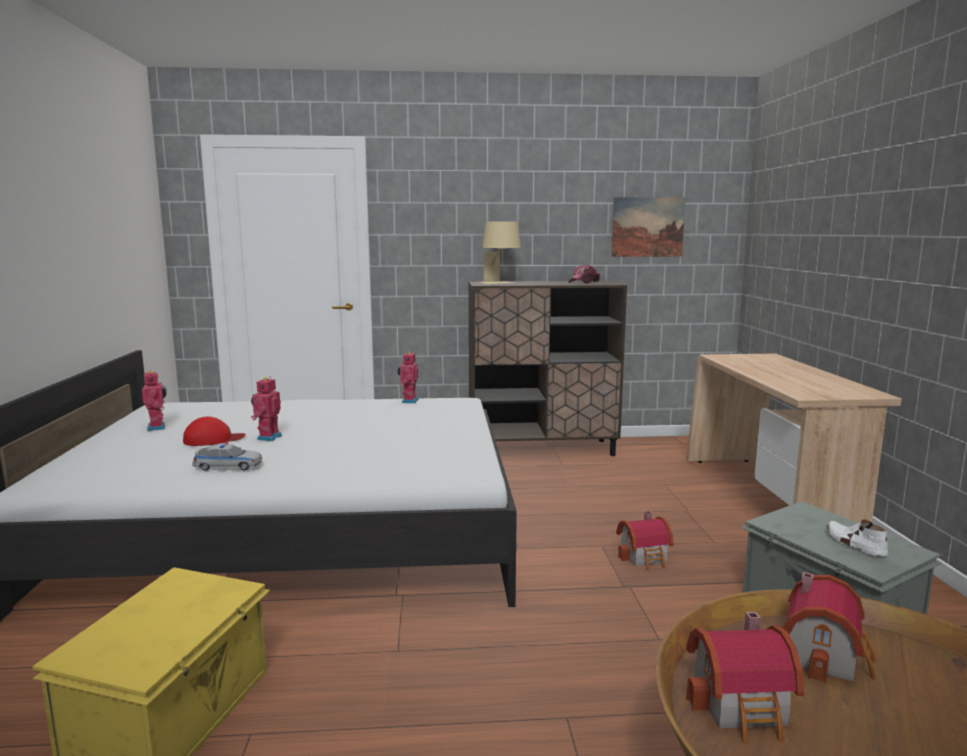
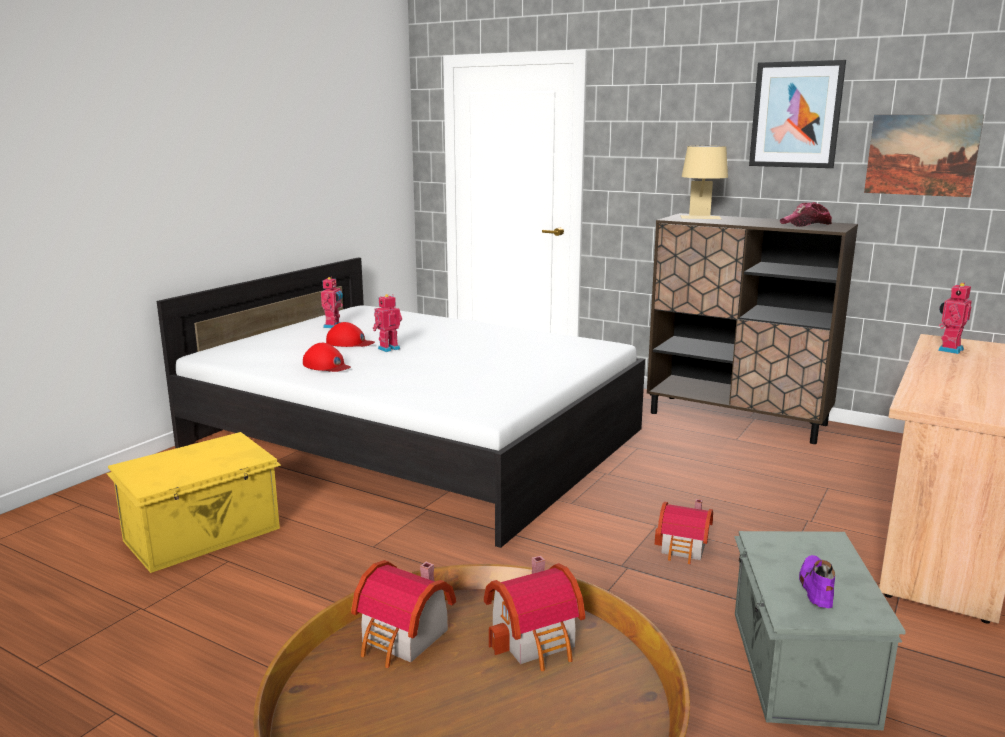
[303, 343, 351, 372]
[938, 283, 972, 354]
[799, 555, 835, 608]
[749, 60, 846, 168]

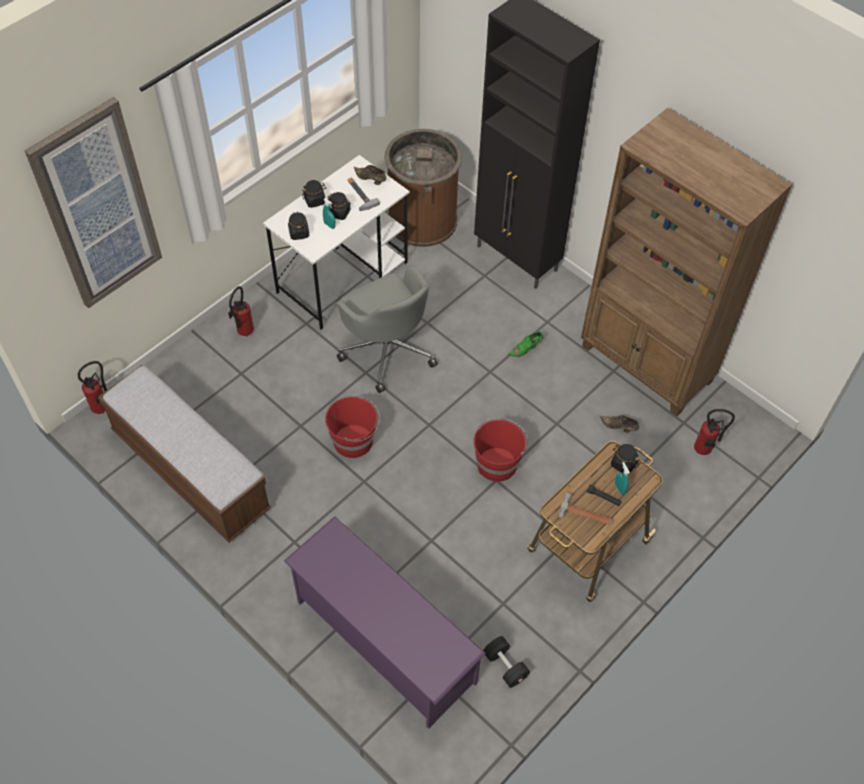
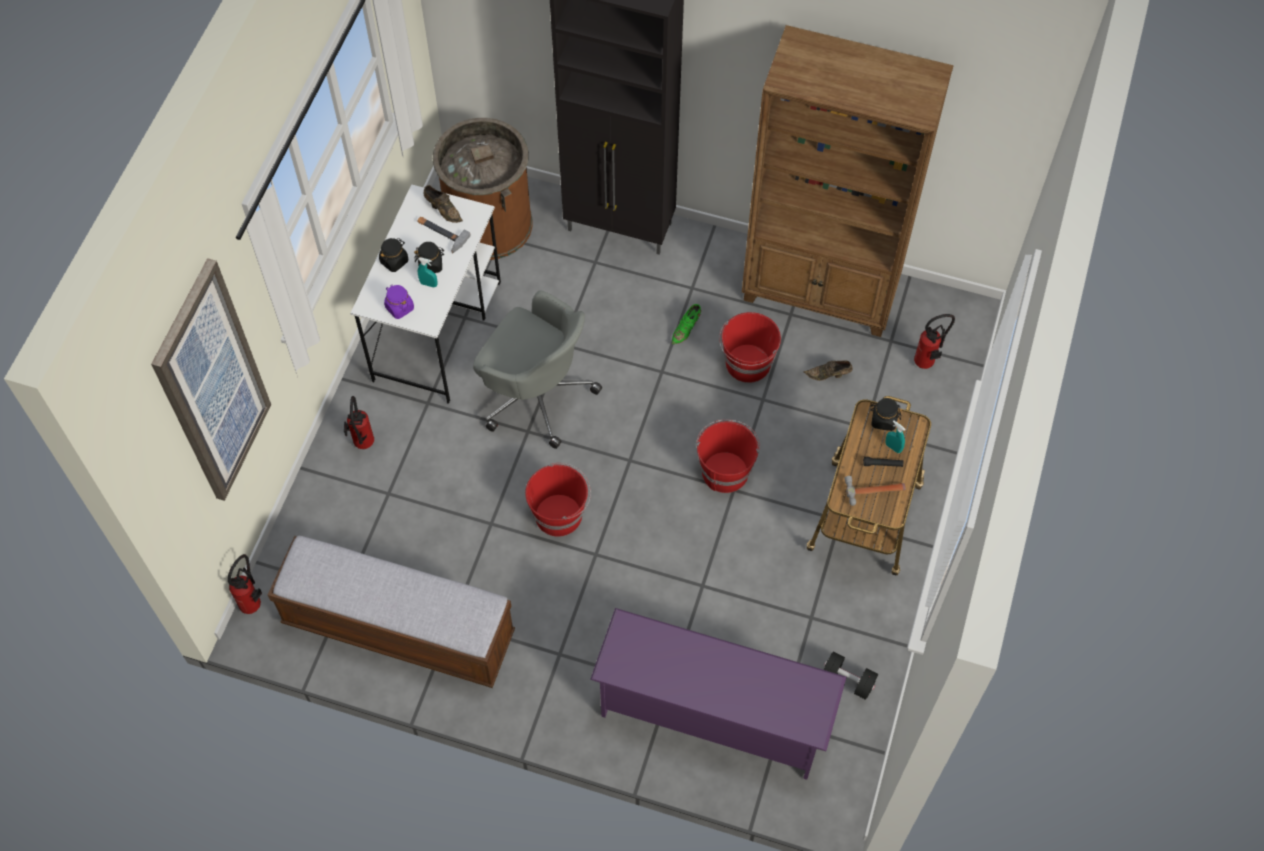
[384, 284, 414, 319]
[424, 185, 463, 223]
[719, 312, 781, 383]

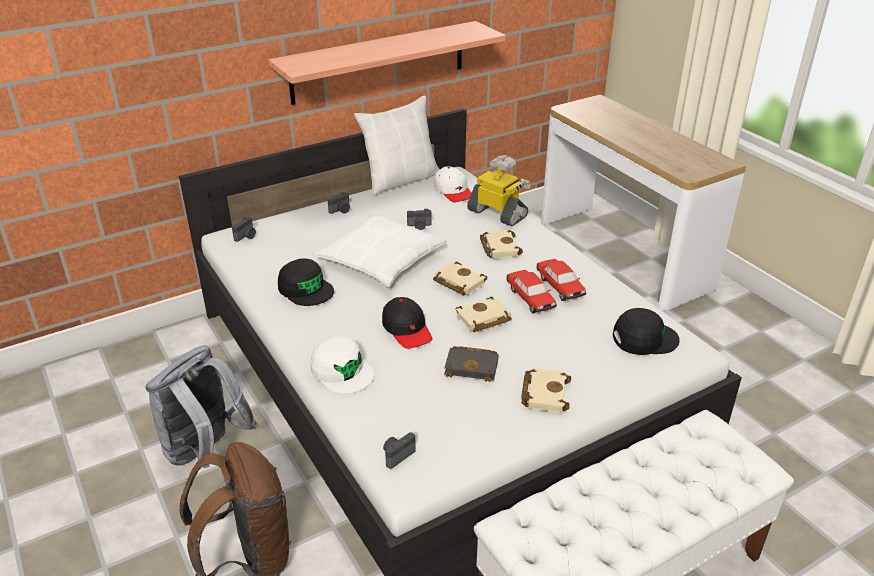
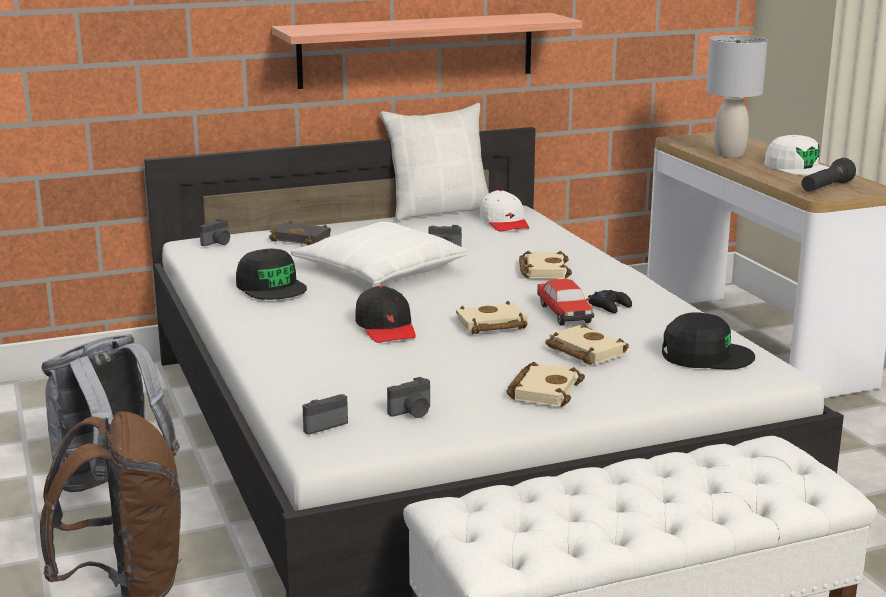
[764, 135, 829, 175]
[387, 377, 430, 418]
[545, 324, 629, 365]
[269, 220, 331, 245]
[467, 155, 531, 226] (first image)
[588, 290, 632, 313]
[706, 35, 768, 158]
[801, 158, 856, 192]

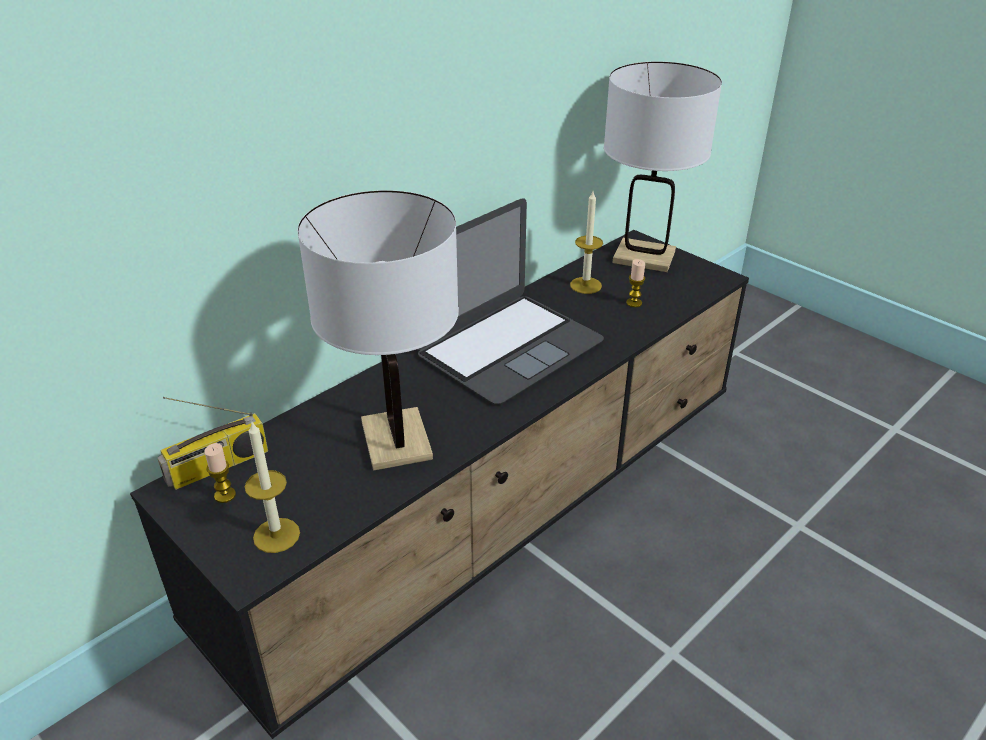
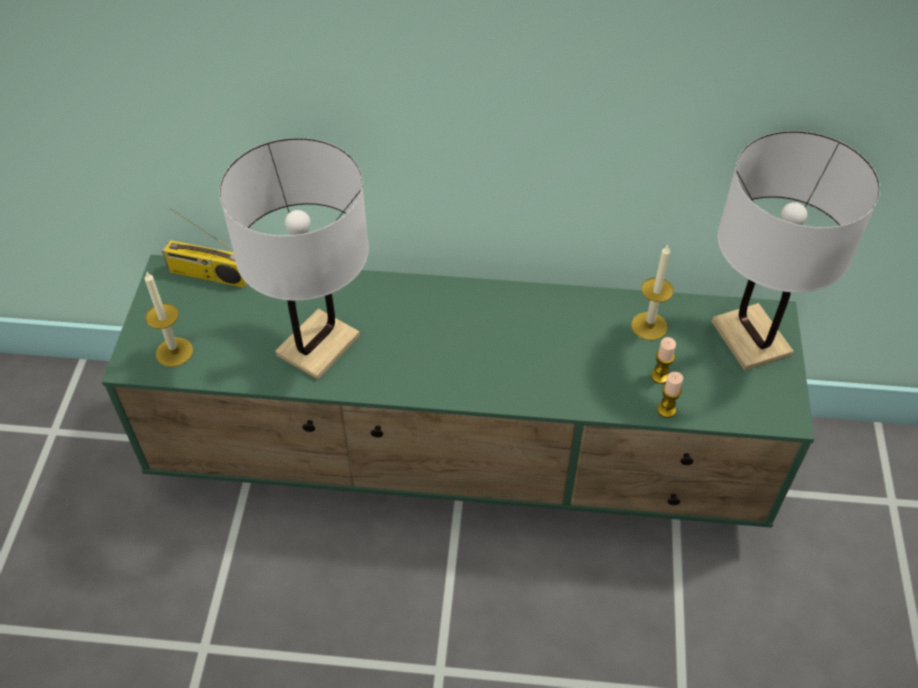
[102, 255, 815, 528]
[657, 372, 683, 418]
[416, 198, 604, 405] (first image)

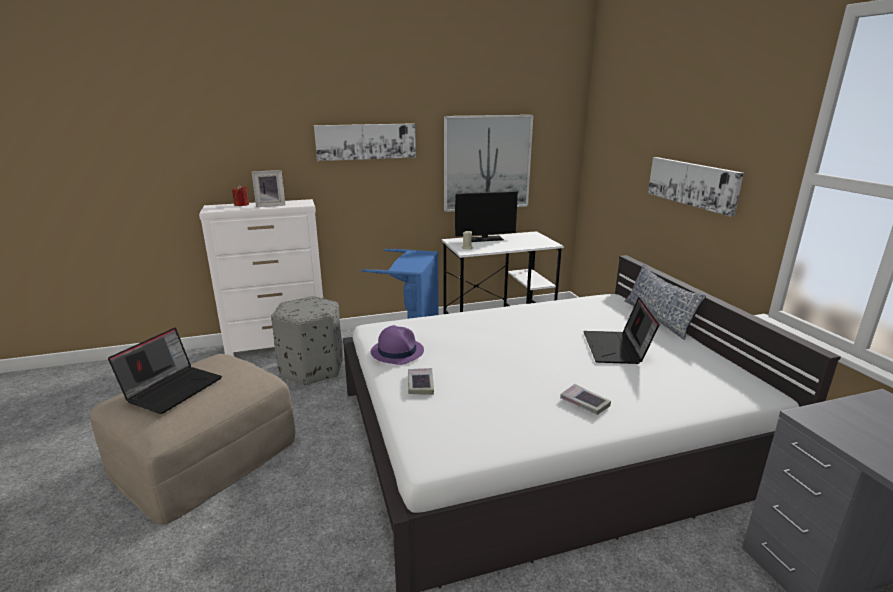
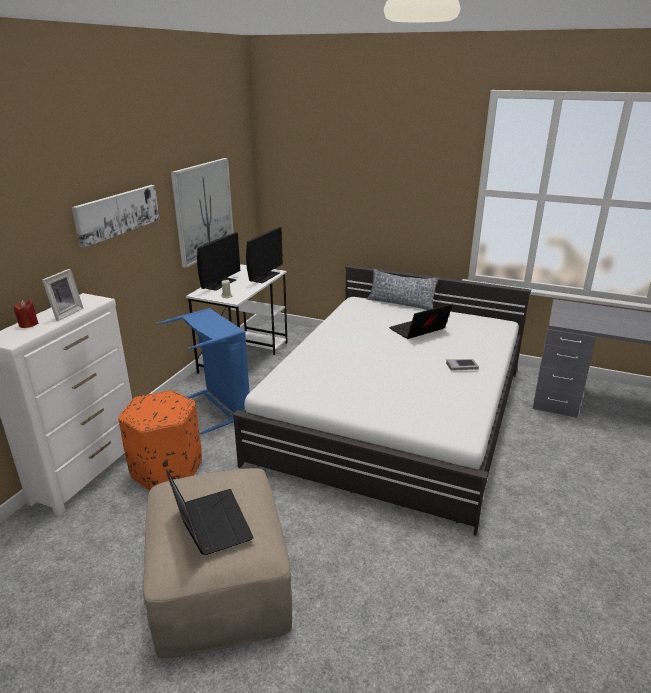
[118, 390, 202, 491]
[371, 325, 424, 365] (first image)
[408, 368, 434, 395] (first image)
[389, 304, 453, 339]
[648, 157, 744, 217] (first image)
[246, 227, 283, 283]

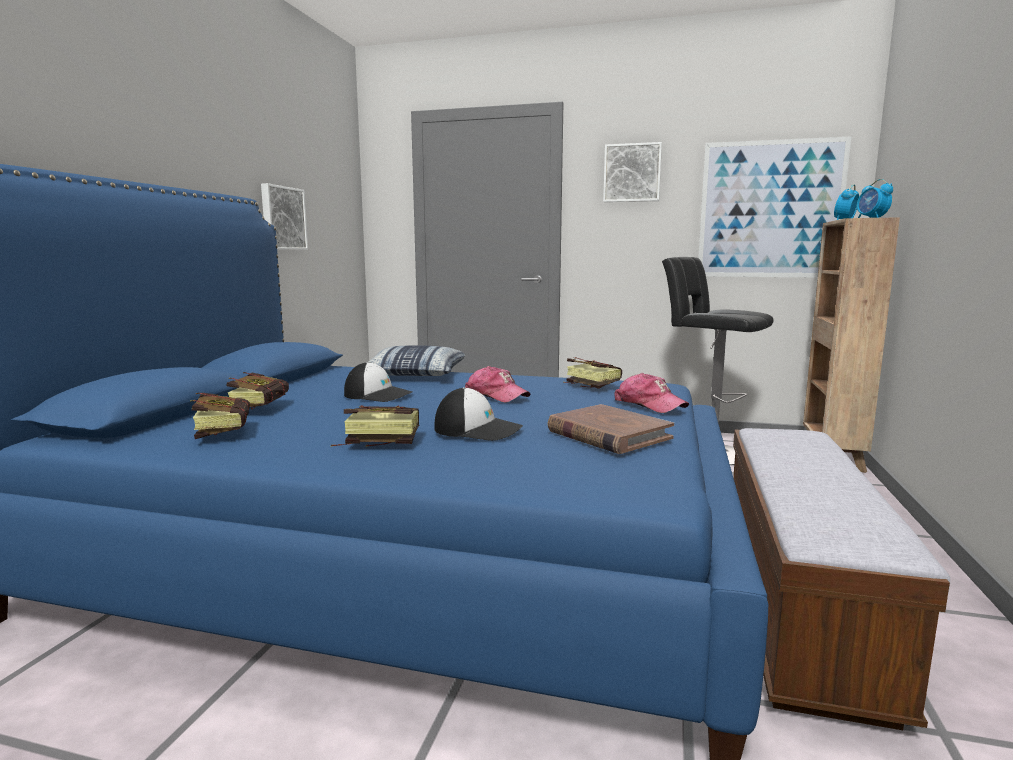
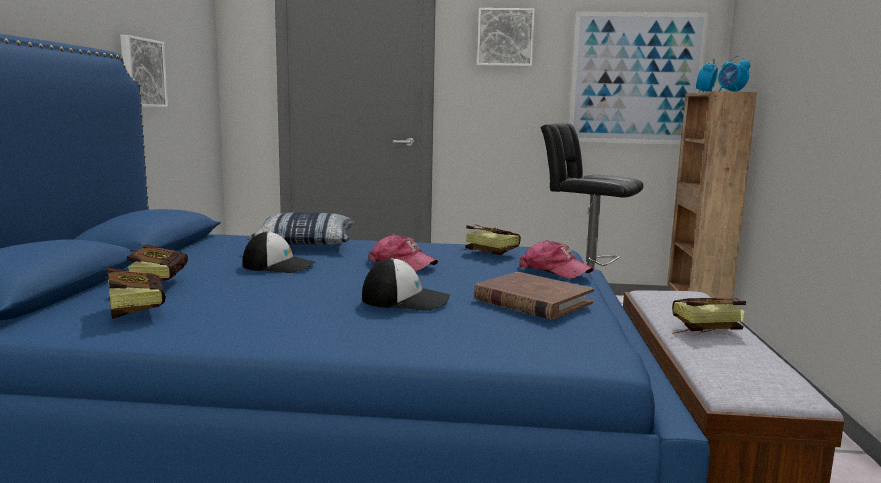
[672, 298, 746, 334]

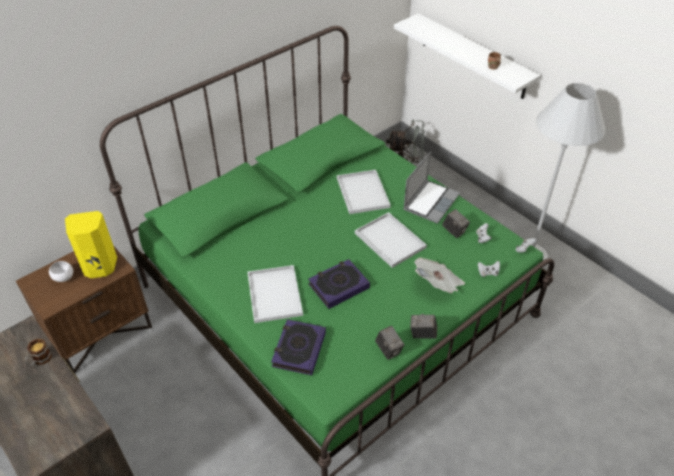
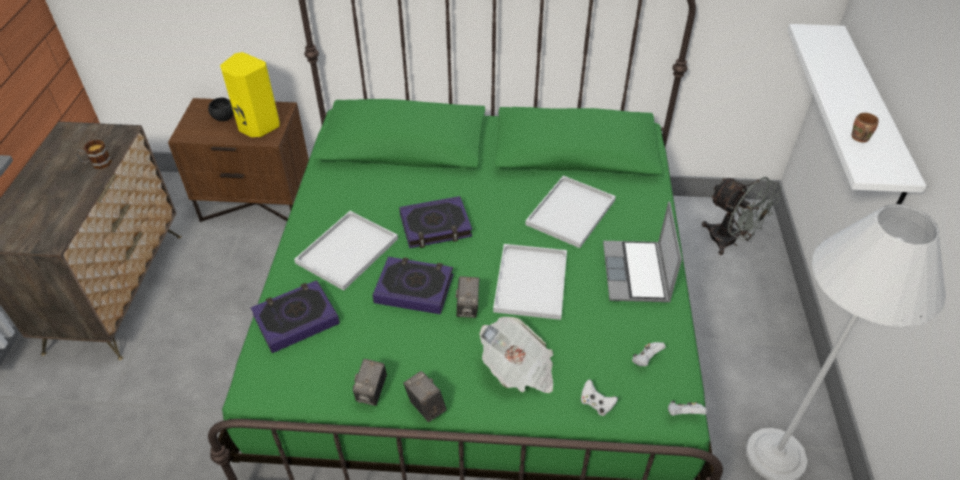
[208, 98, 234, 121]
[603, 201, 682, 302]
[456, 276, 479, 318]
[399, 196, 472, 248]

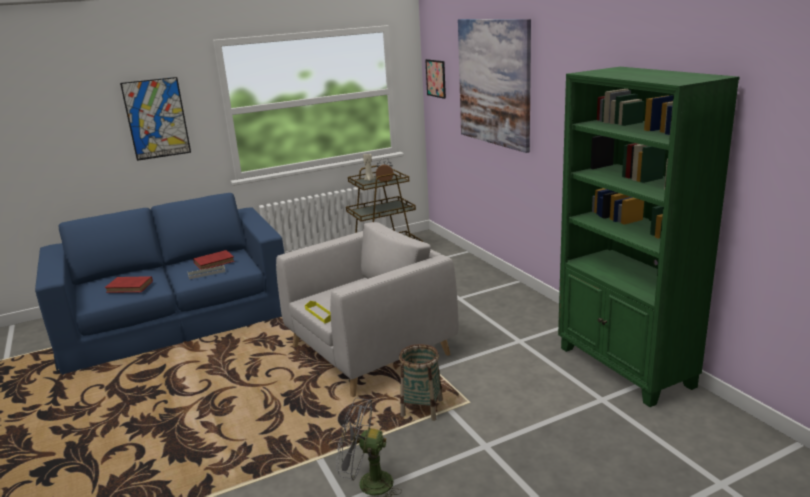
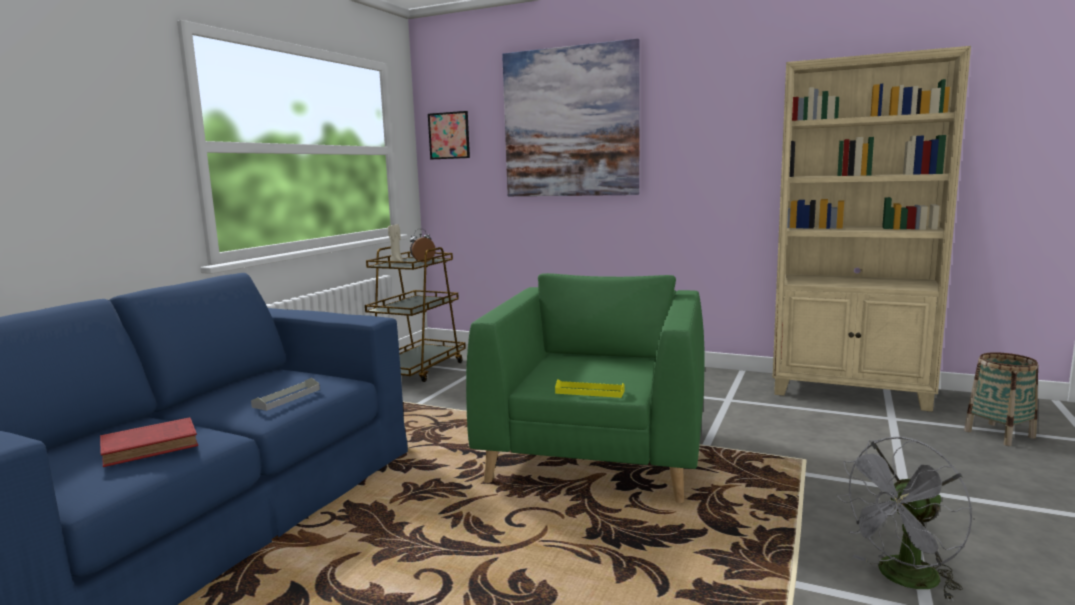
[120, 77, 191, 161] (first image)
[193, 250, 235, 270] (first image)
[466, 273, 704, 503]
[964, 352, 1038, 446]
[773, 46, 971, 412]

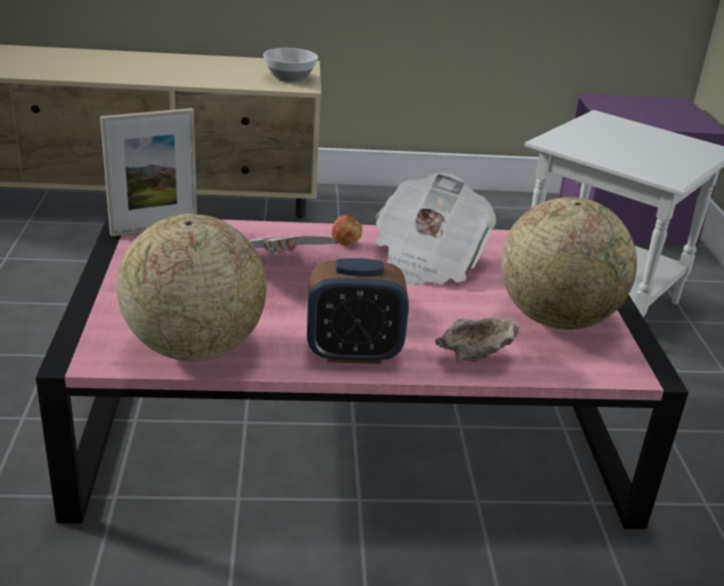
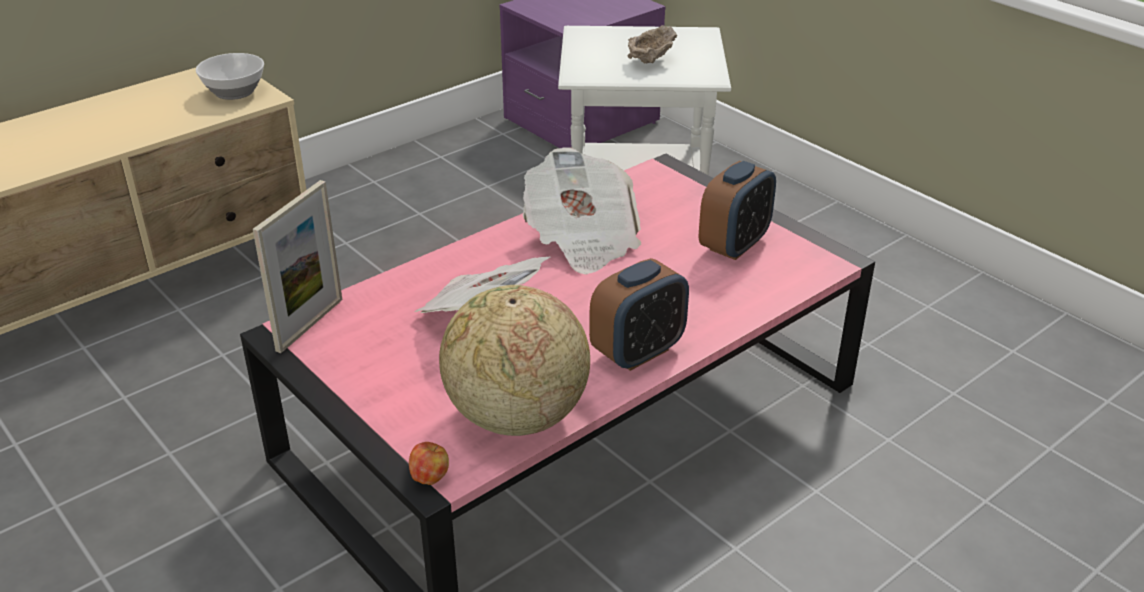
[409, 442, 449, 485]
[628, 25, 677, 63]
[699, 161, 776, 260]

